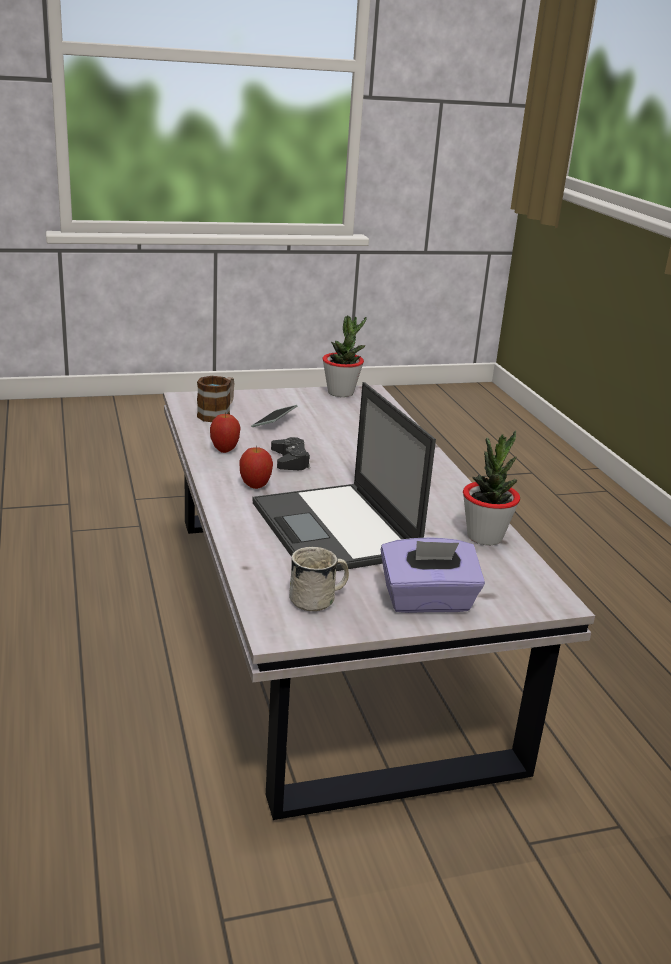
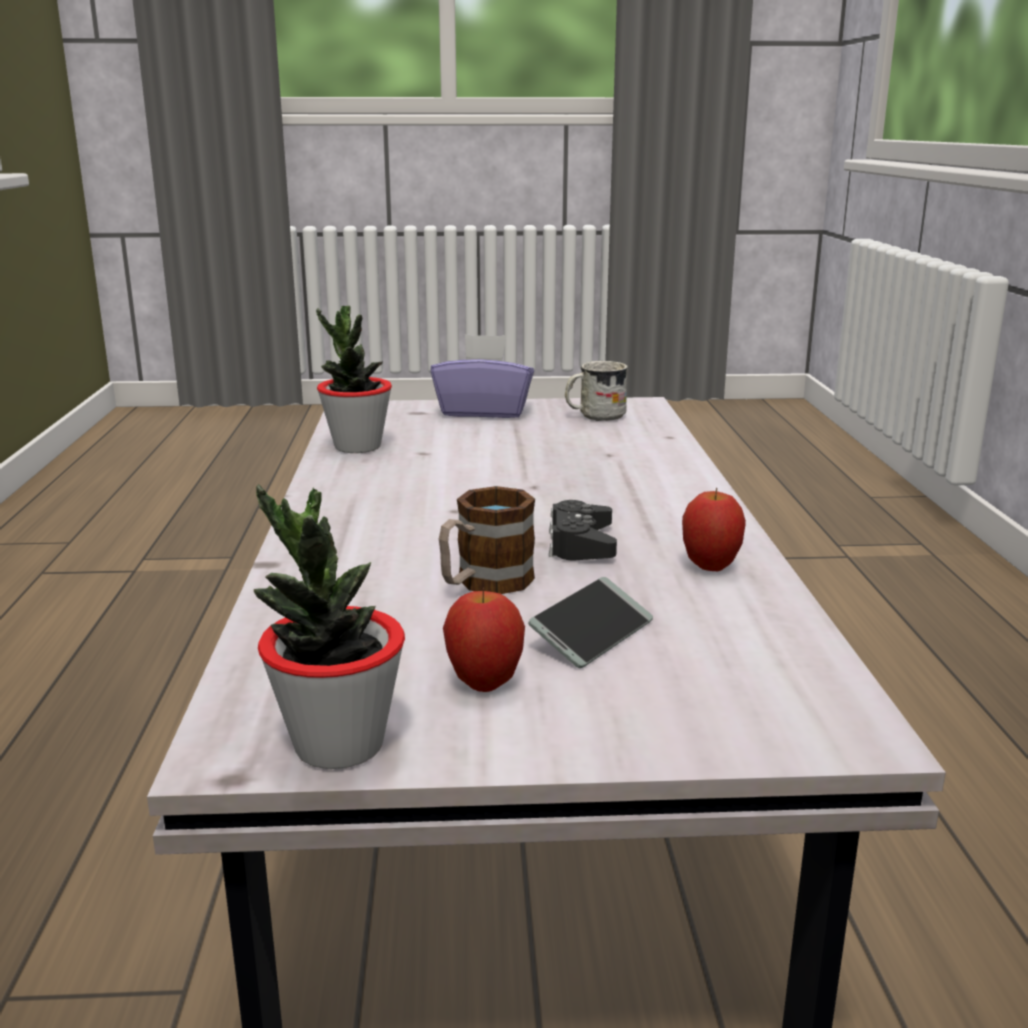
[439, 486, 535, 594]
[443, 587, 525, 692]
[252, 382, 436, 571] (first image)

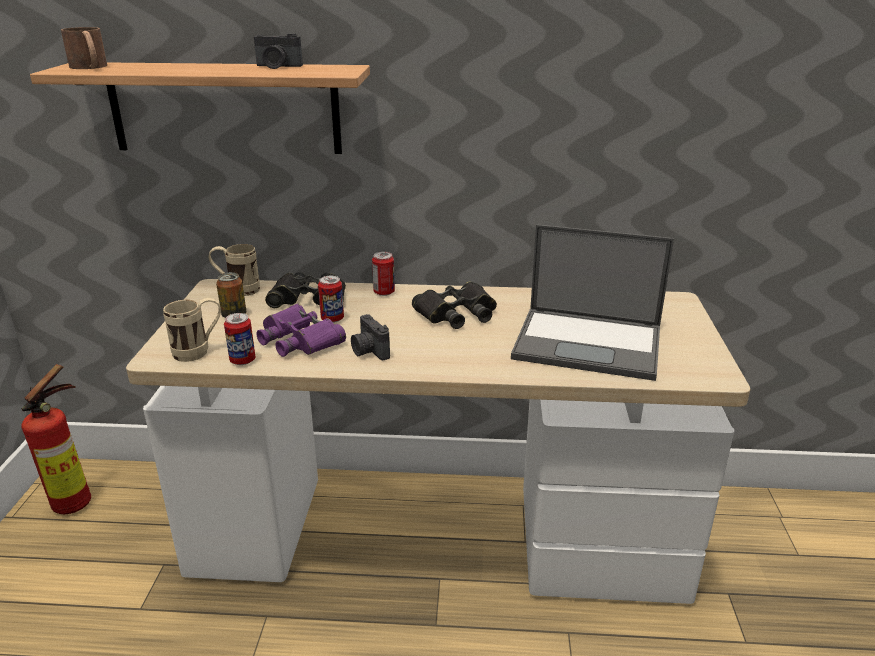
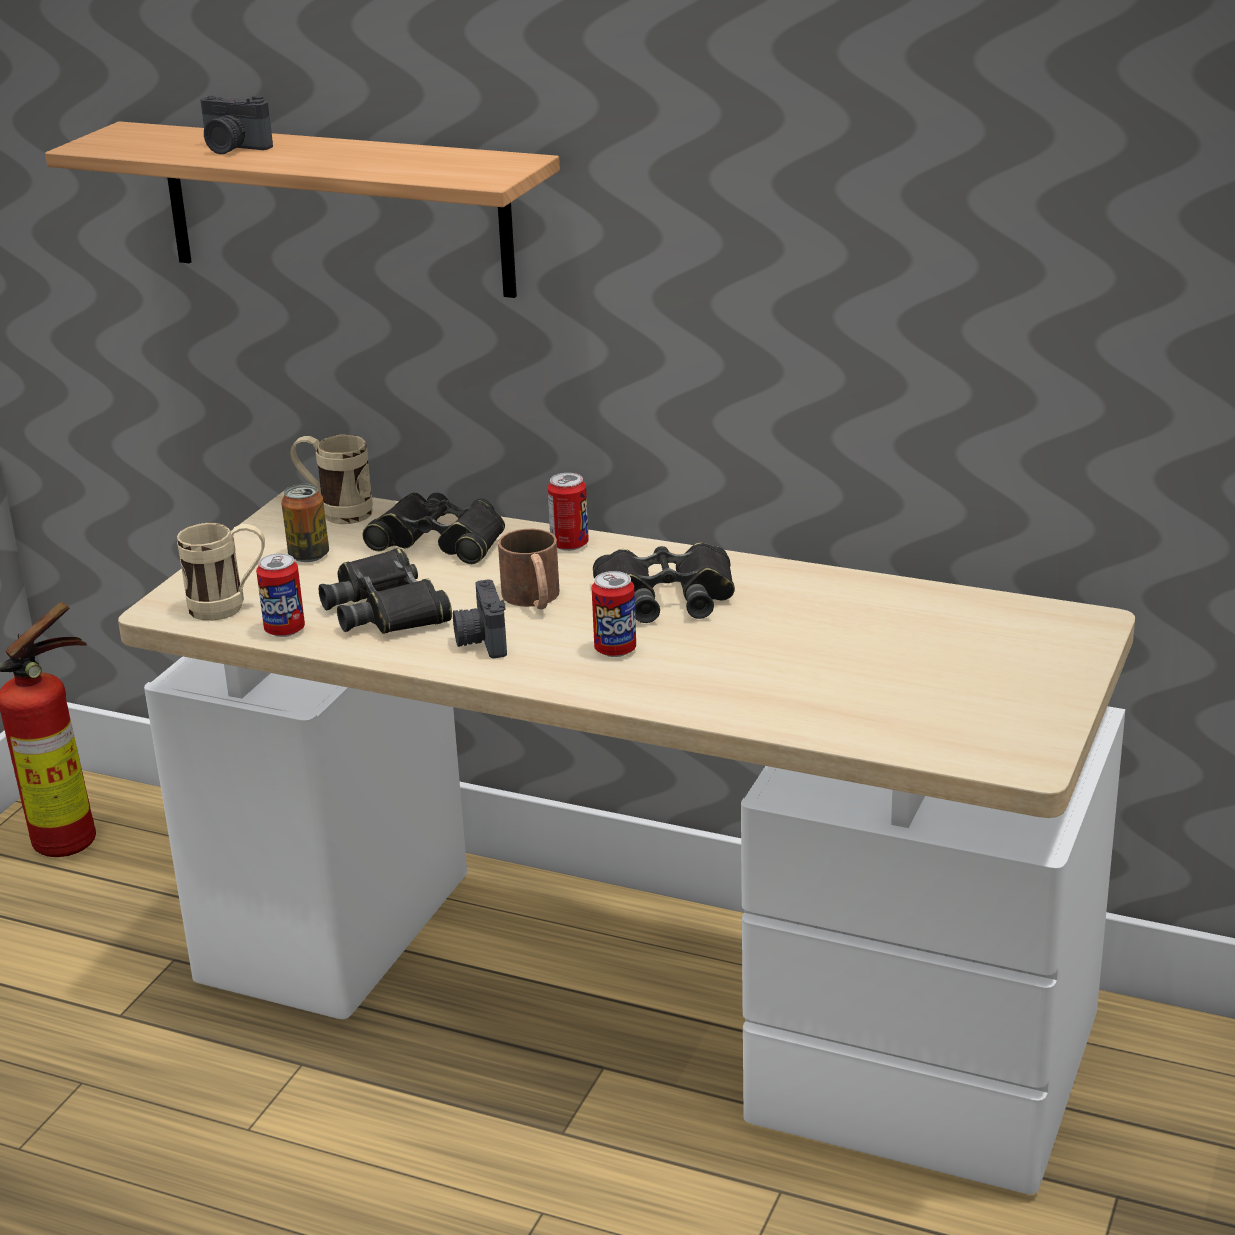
[498, 529, 559, 609]
[200, 95, 273, 154]
[319, 548, 452, 634]
[592, 571, 636, 657]
[511, 224, 674, 381] (first image)

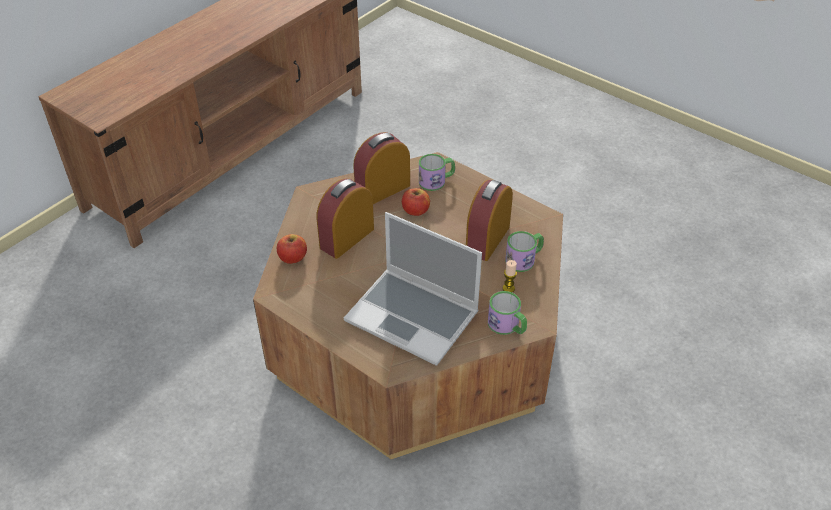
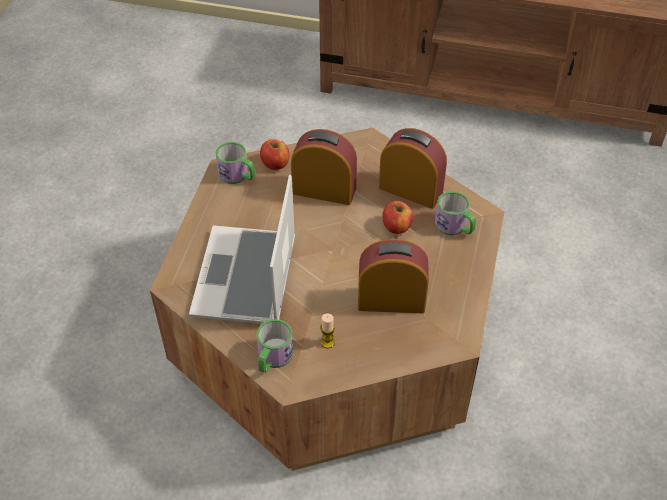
[216, 142, 255, 184]

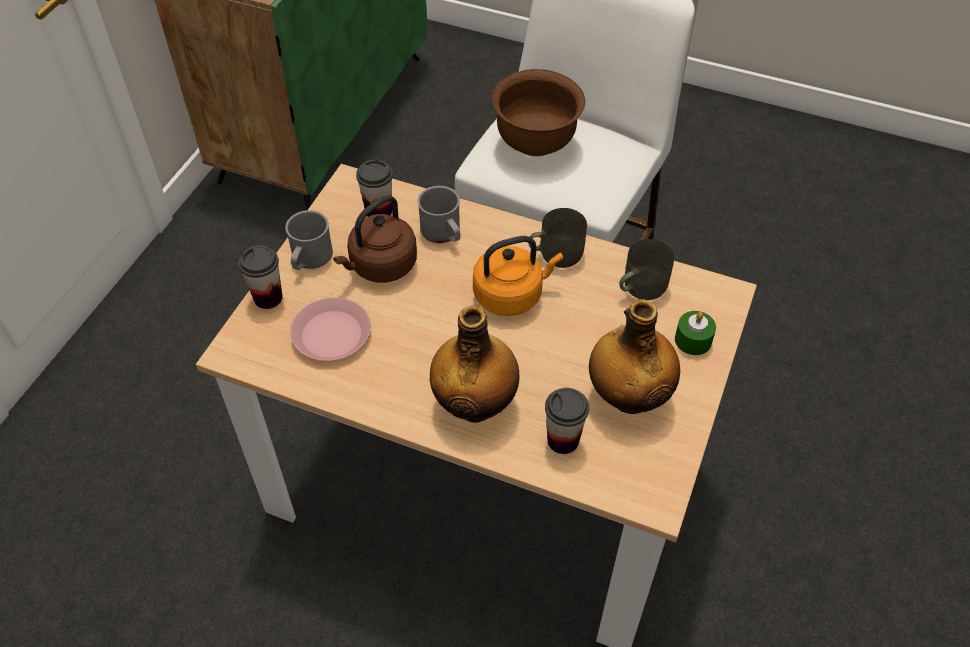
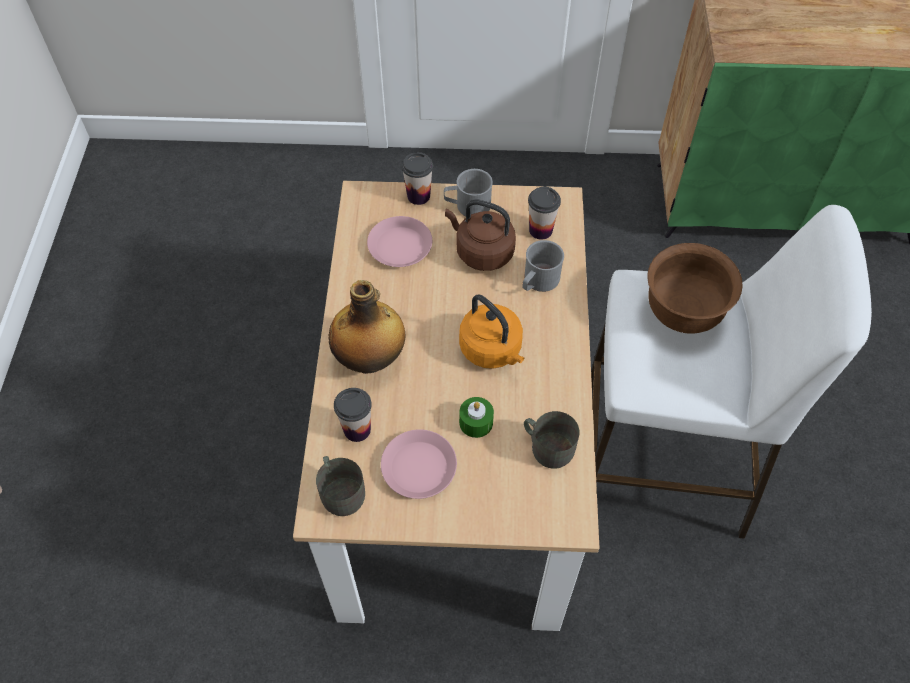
[316, 456, 365, 516]
[381, 429, 457, 499]
[459, 397, 494, 438]

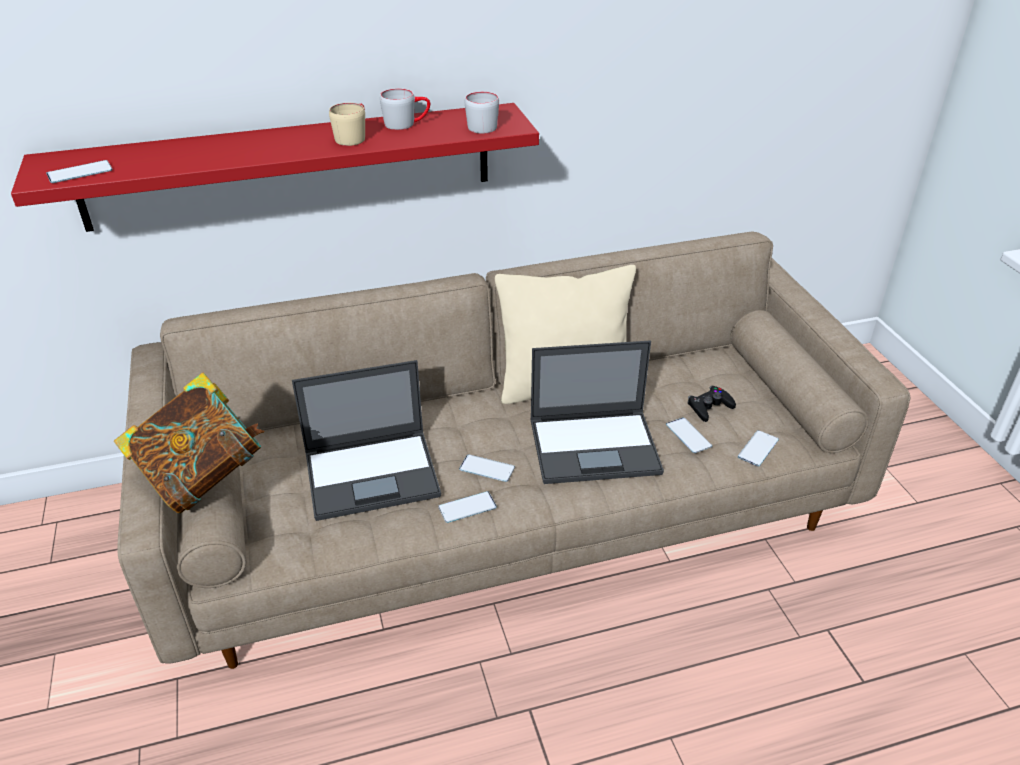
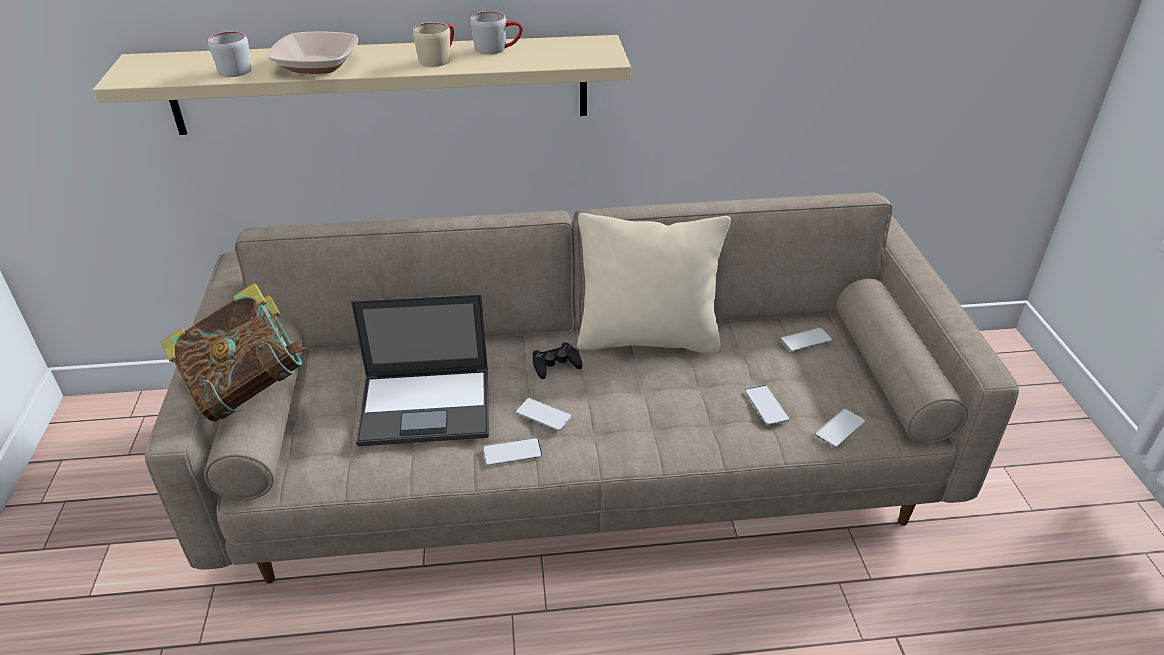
[93, 35, 631, 135]
[780, 327, 833, 351]
[208, 32, 251, 77]
[530, 341, 664, 484] (first image)
[533, 342, 582, 379]
[268, 32, 358, 74]

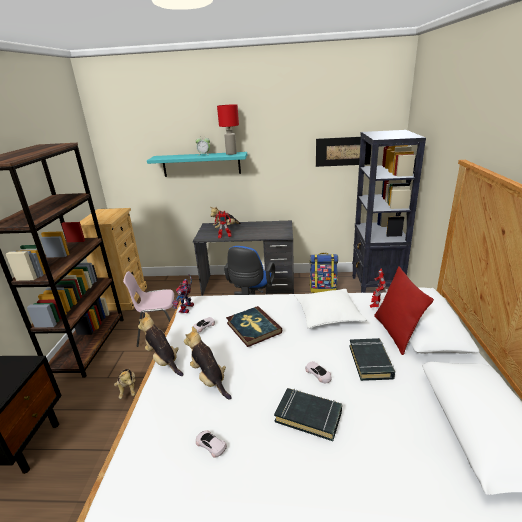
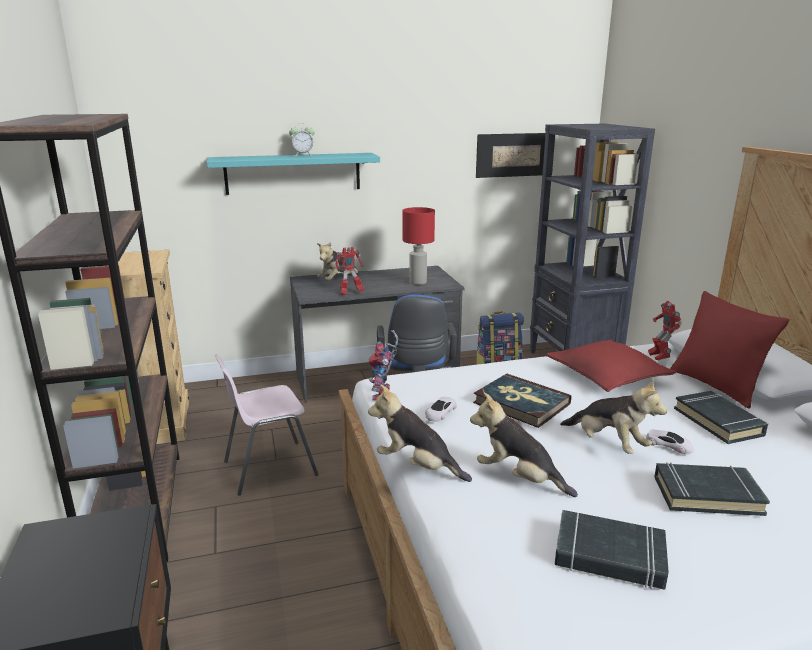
[560, 378, 667, 454]
[555, 510, 669, 590]
[402, 207, 435, 285]
[546, 340, 676, 392]

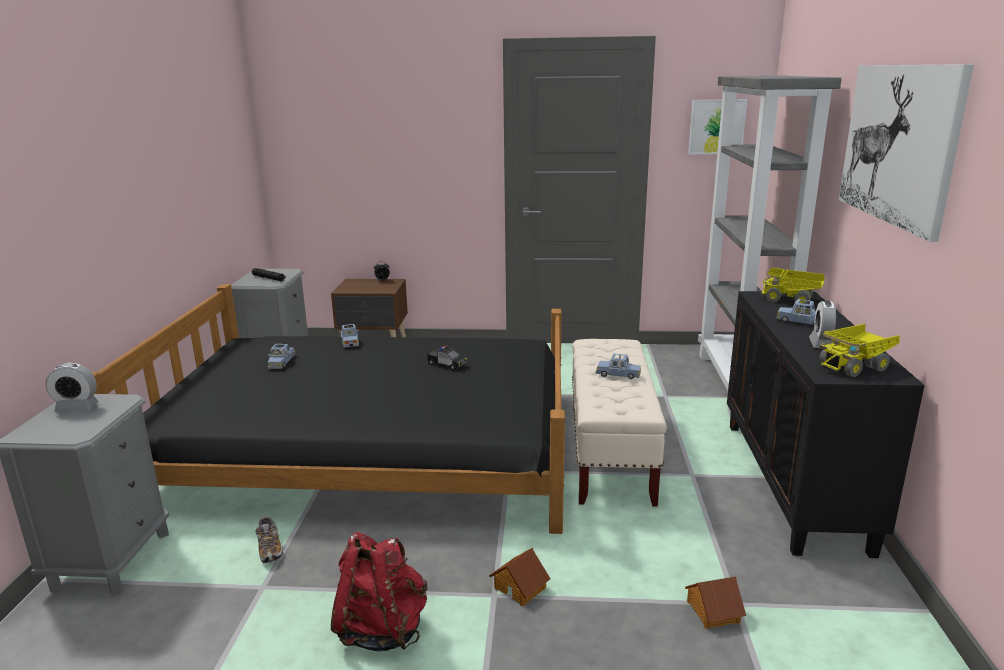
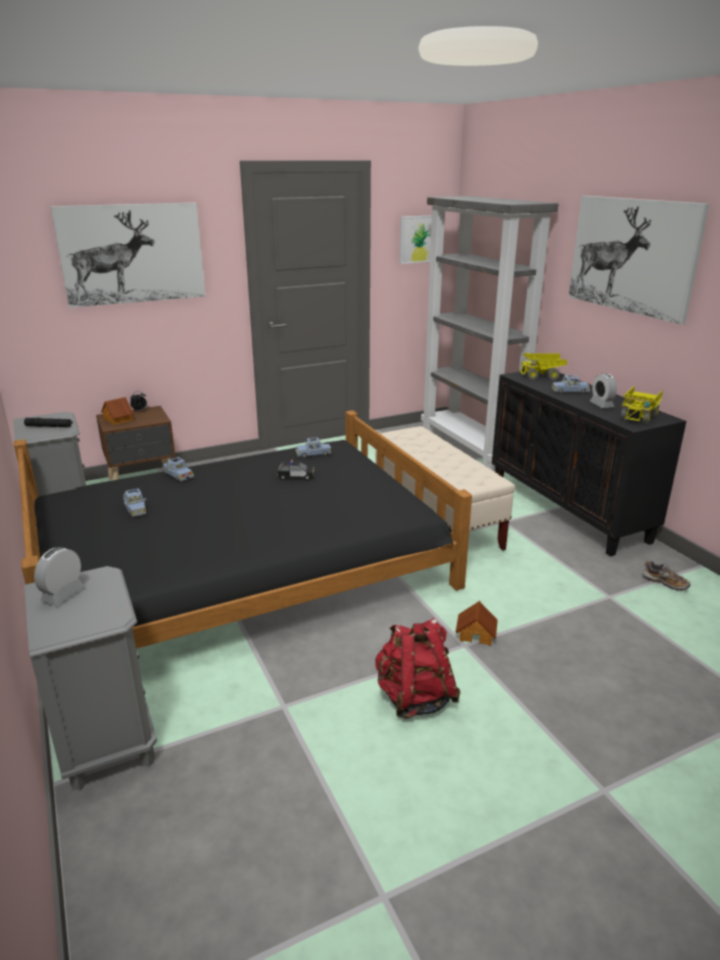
[34, 547, 85, 606]
[643, 561, 691, 591]
[296, 437, 331, 458]
[101, 397, 134, 425]
[50, 203, 205, 308]

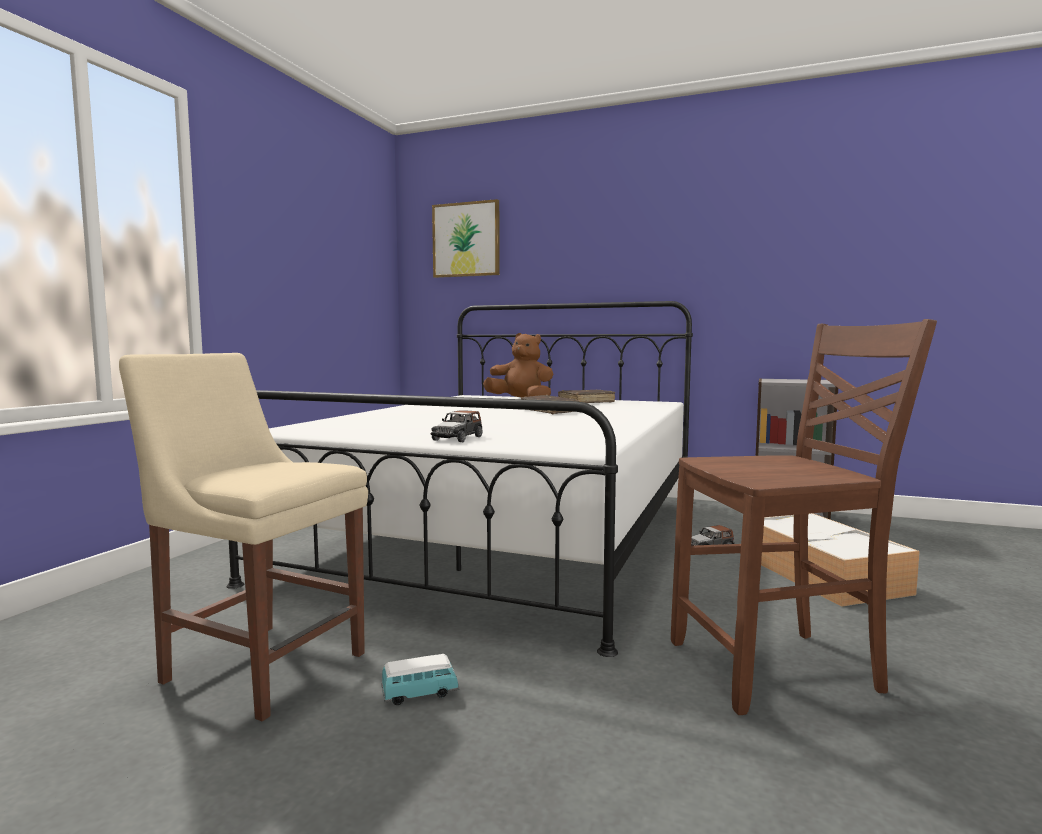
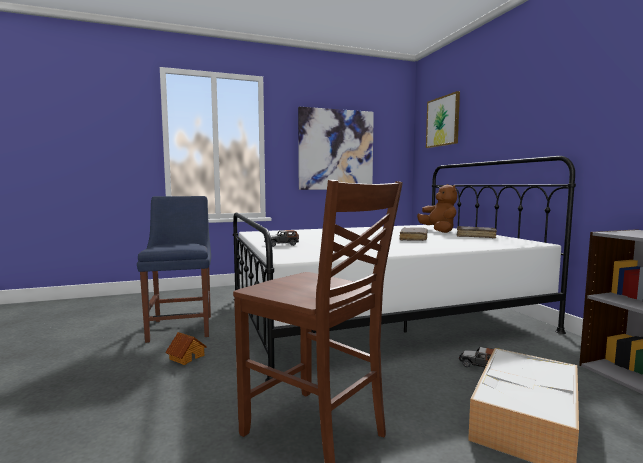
[137, 196, 211, 343]
[165, 332, 207, 365]
[298, 107, 374, 190]

